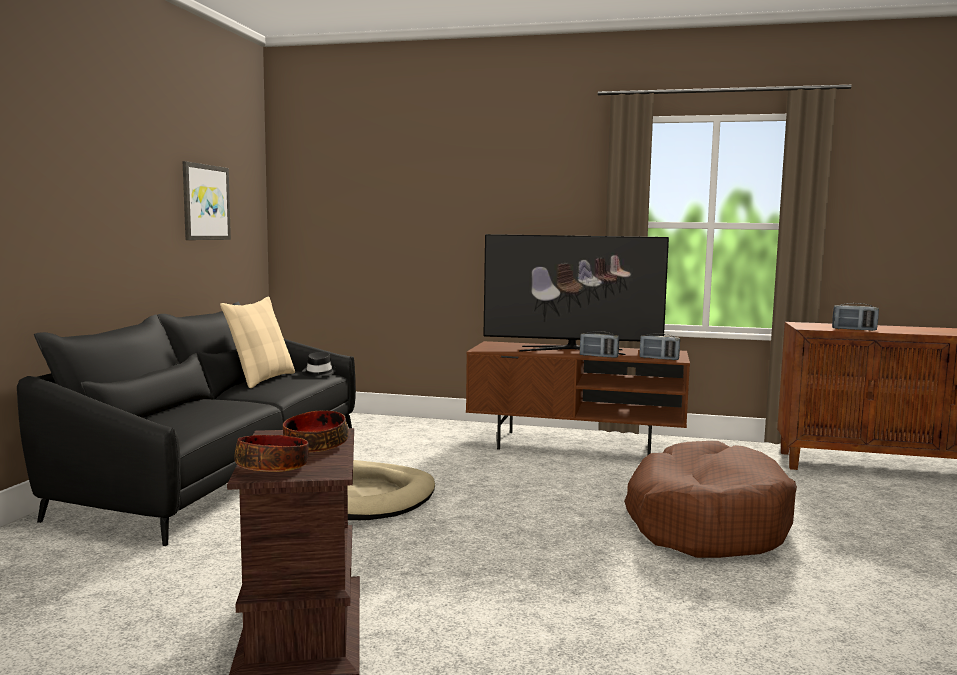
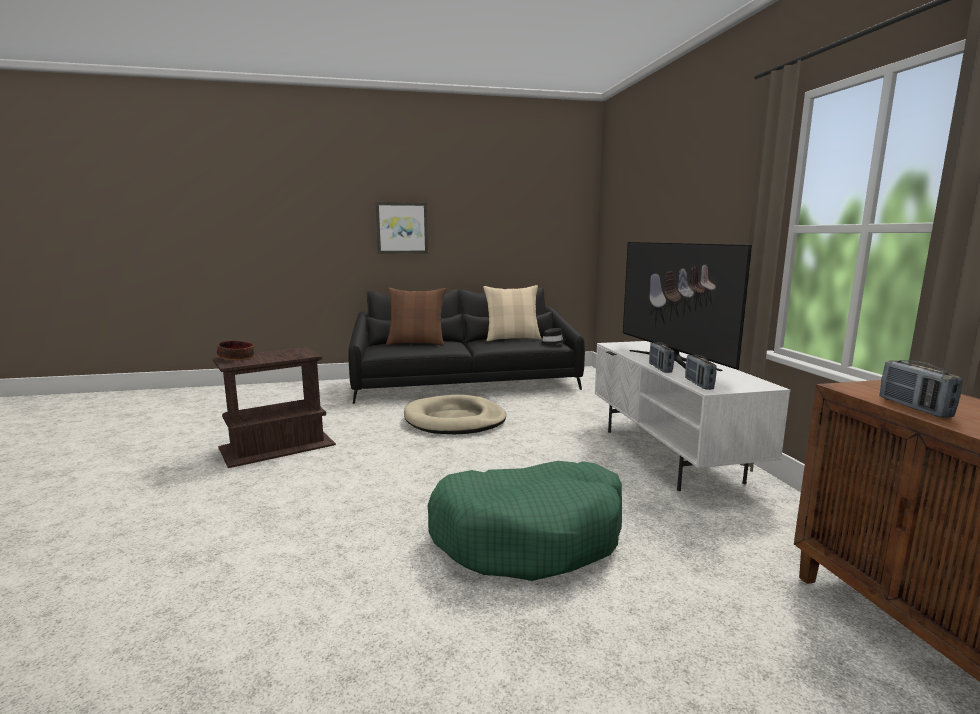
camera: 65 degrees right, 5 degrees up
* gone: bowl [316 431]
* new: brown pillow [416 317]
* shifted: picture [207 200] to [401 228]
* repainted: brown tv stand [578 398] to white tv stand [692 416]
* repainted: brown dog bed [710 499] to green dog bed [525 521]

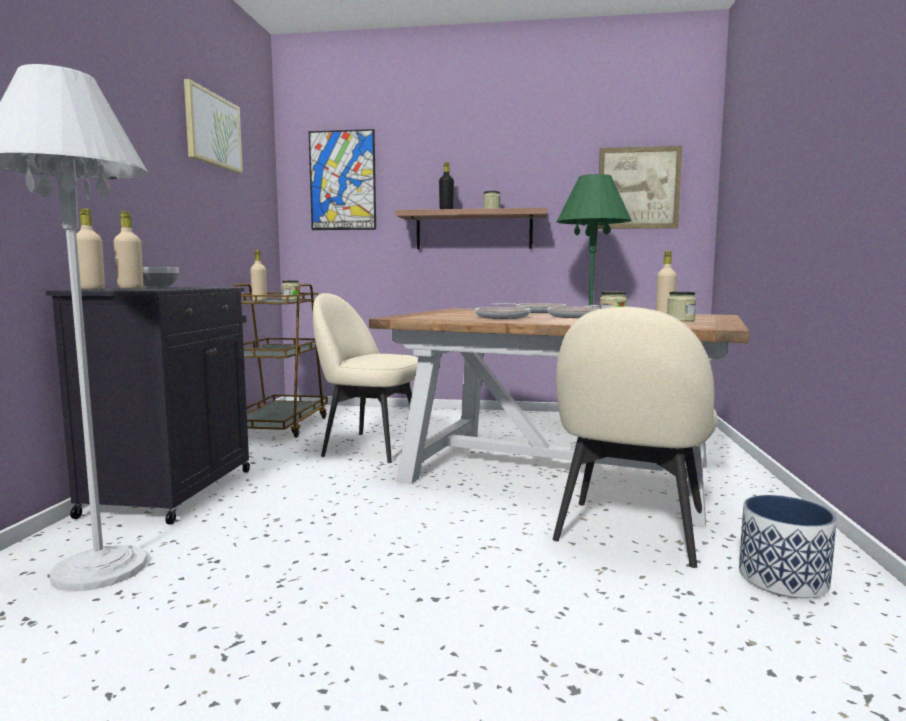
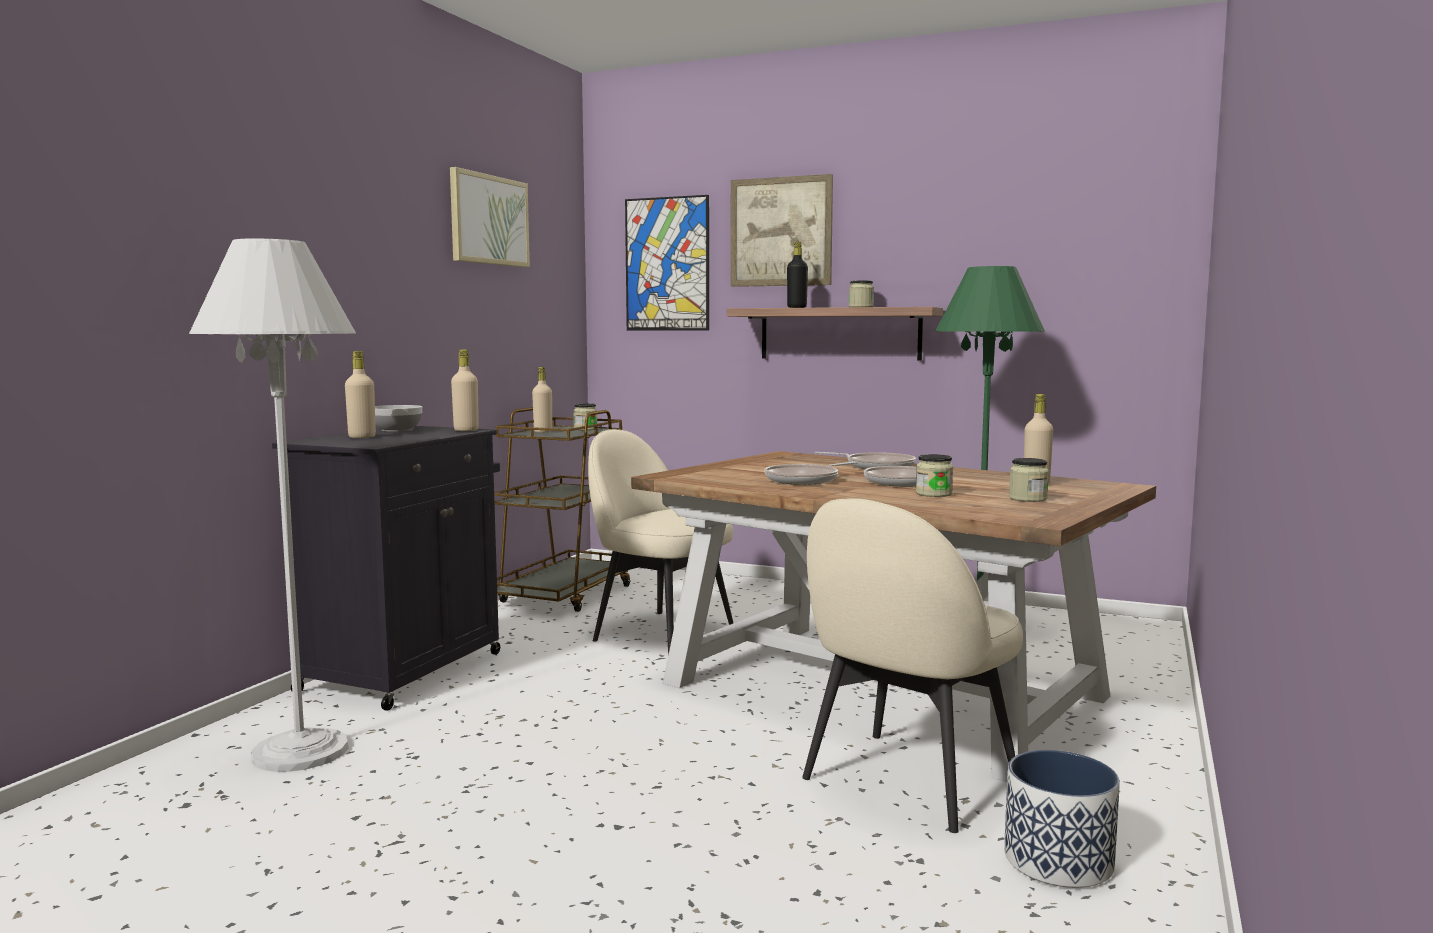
camera: 15 degrees right, 0 degrees up
* shifted: beige bottle [90 248] to [465 390]
* shifted: picture [639 187] to [781 230]

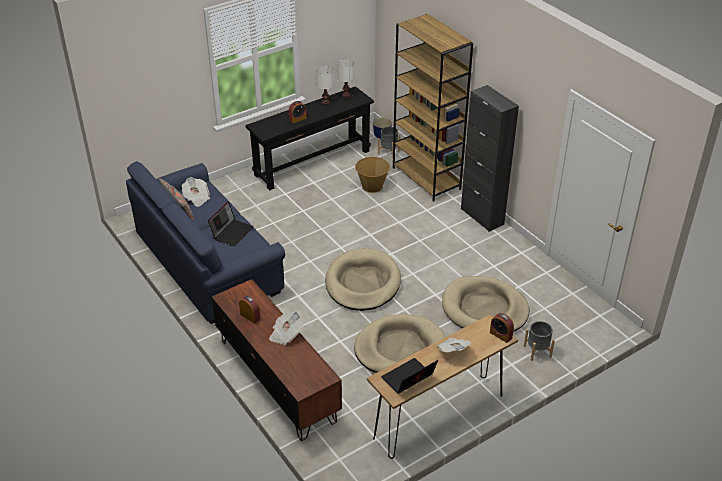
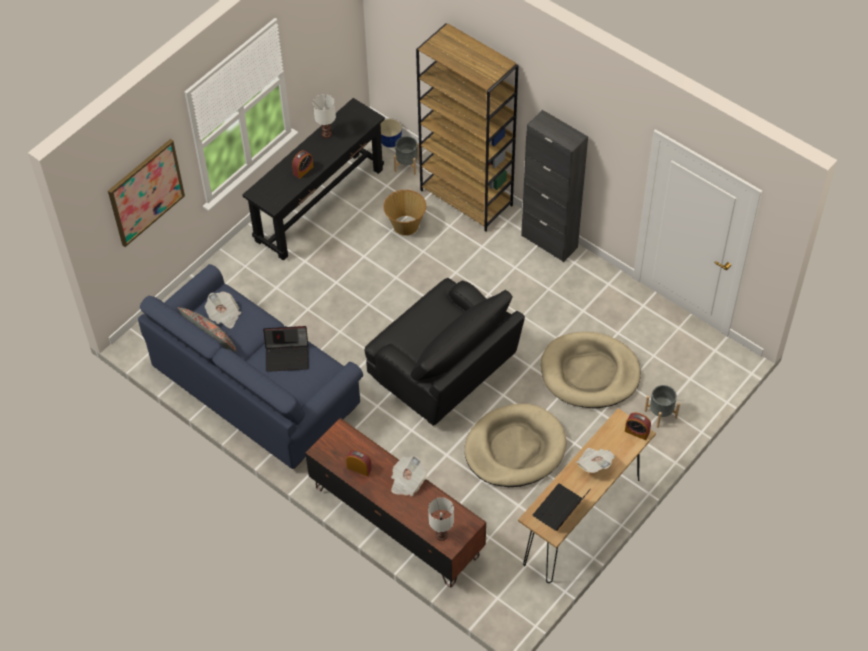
camera: 15 degrees left, 15 degrees up
* new: picture [146 193]
* shifted: white table lamp [345 78] to [441 519]
* swapped: beige dog bed [363 280] to black armchair [445 352]
* rotated: laptop [231 224] = [286 349] 75 degrees clockwise

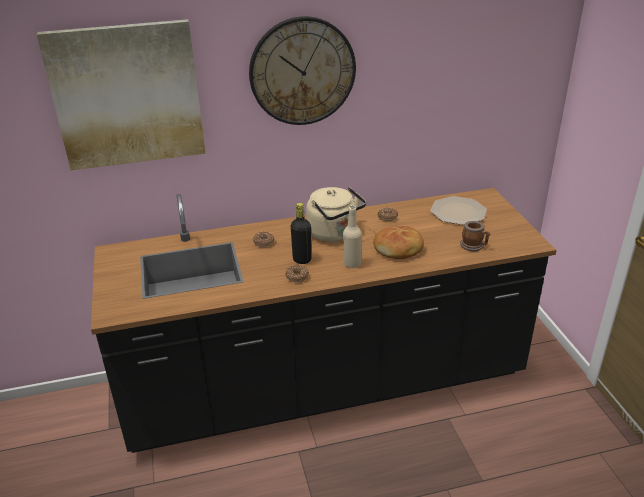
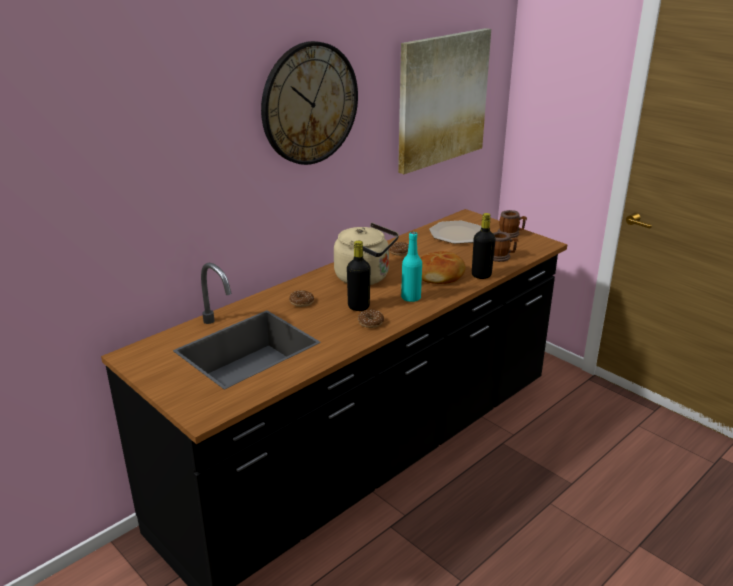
camera: 30 degrees left, 5 degrees down
* new: black bottle [484 246]
* new: mug [512 224]
* shifted: picture [121 94] to [444 101]
* repainted: beige bottle [352 237] to turquoise bottle [411 267]

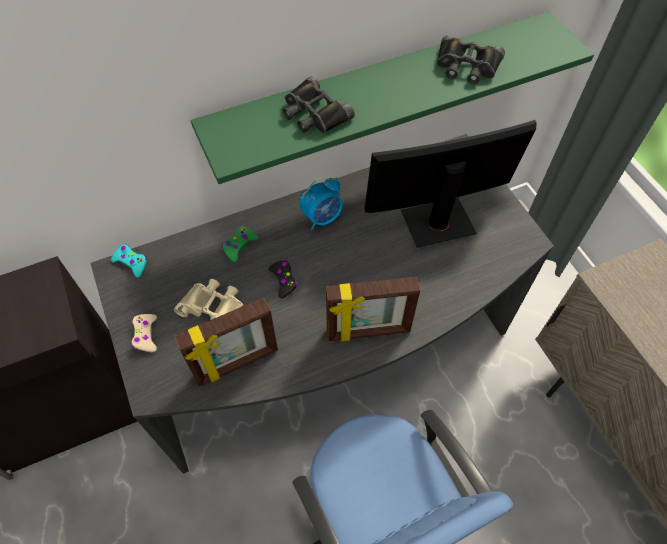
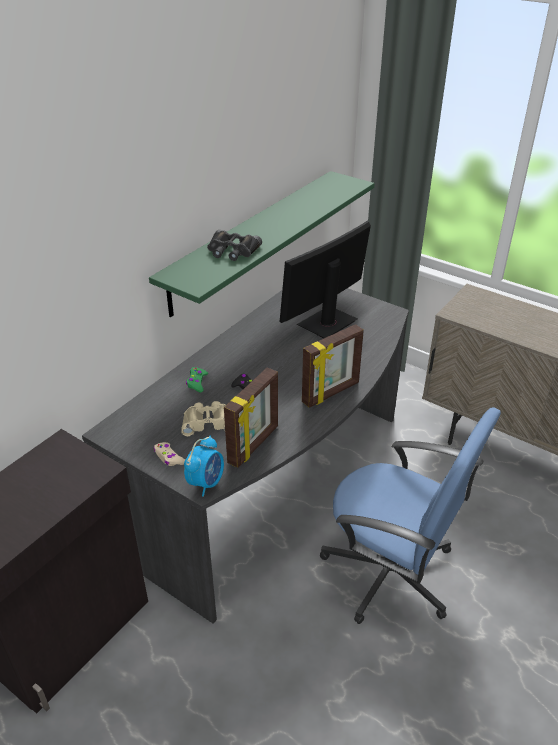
camera: 30 degrees left, 20 degrees down
* gone: turquoise game controller [129 261]
* gone: black binoculars [471 59]
* shifted: alarm clock [321 203] to [204 466]

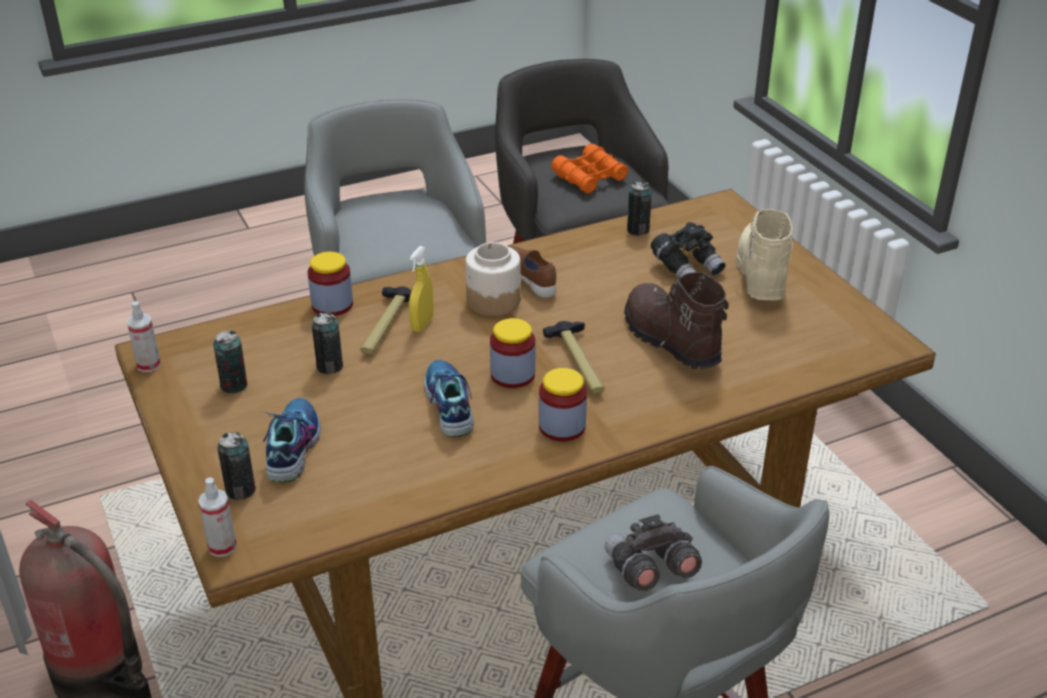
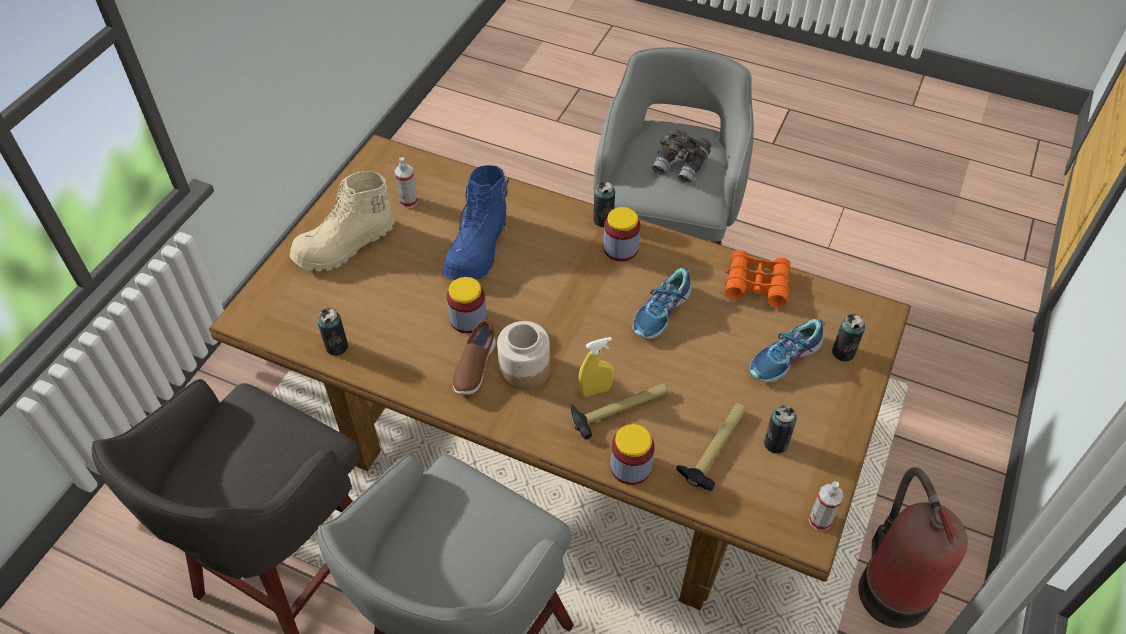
camera: 130 degrees left, 15 degrees up
* gone: black binoculars [688 250]
* shifted: spray bottle [217 517] to [406 182]
* shifted: can [327 343] to [604 204]
* shifted: jar [512 353] to [467 305]
* shifted: hammer [573 357] to [711 447]
* shifted: orange binoculars [589 168] to [759 279]
* repainted: brown boot [676 320] to blue boot [476 222]

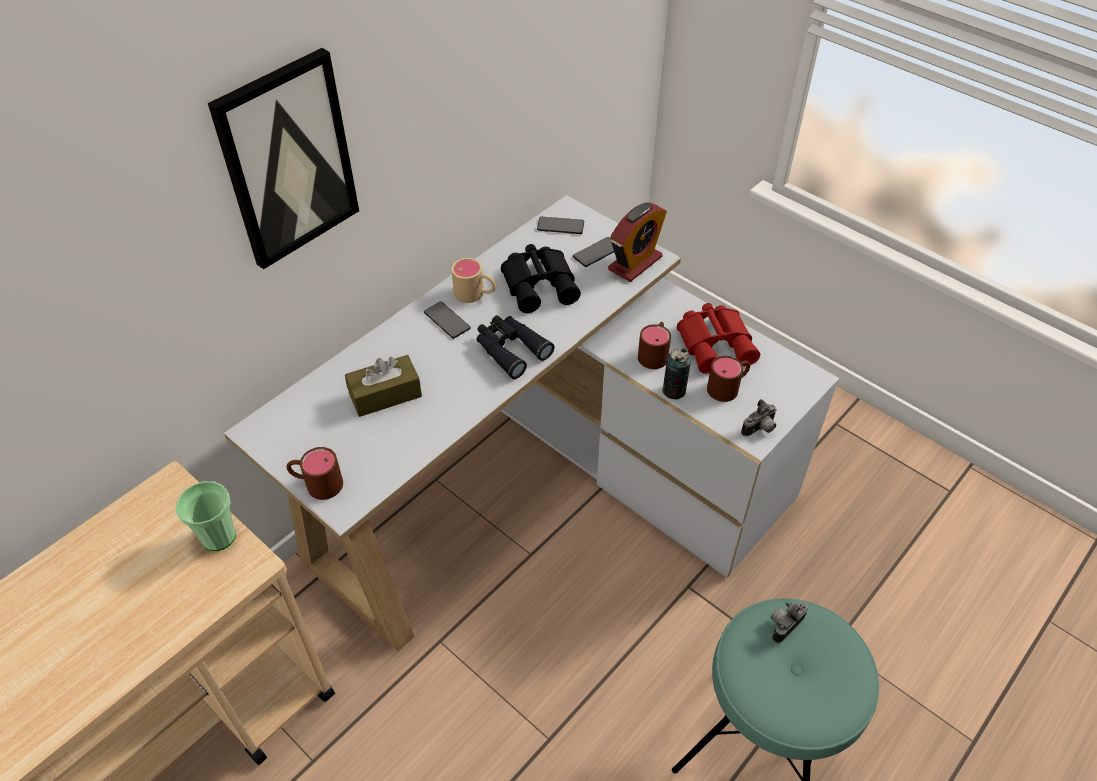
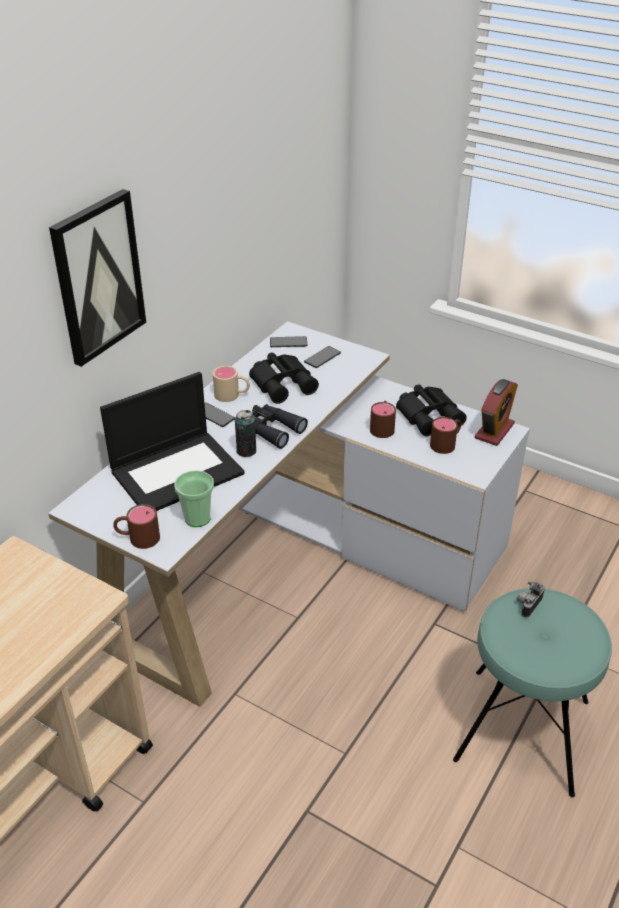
camera: 10 degrees left, 10 degrees down
* gone: photo camera [759 418]
* shifted: cup [205 516] to [194 498]
* shifted: alarm clock [637 242] to [496 412]
* shifted: can [676 373] to [245 433]
* swapped: brown tissue box [383 386] to laptop [172 441]
* repainted: red binoculars [718 338] to black binoculars [431 410]

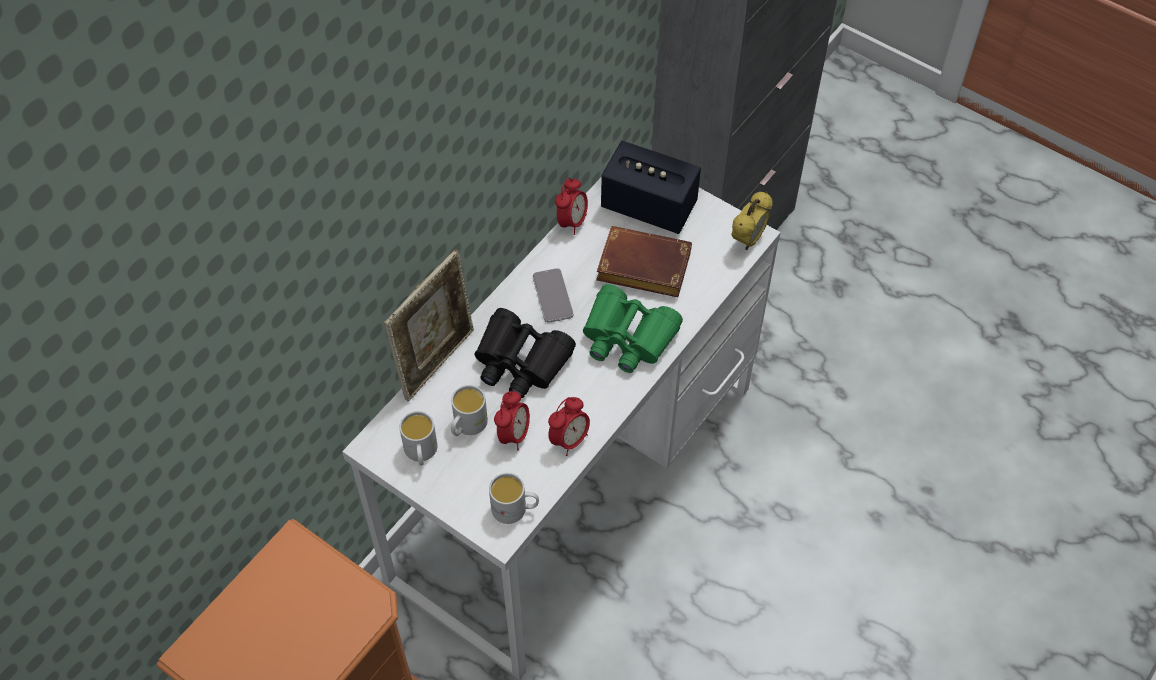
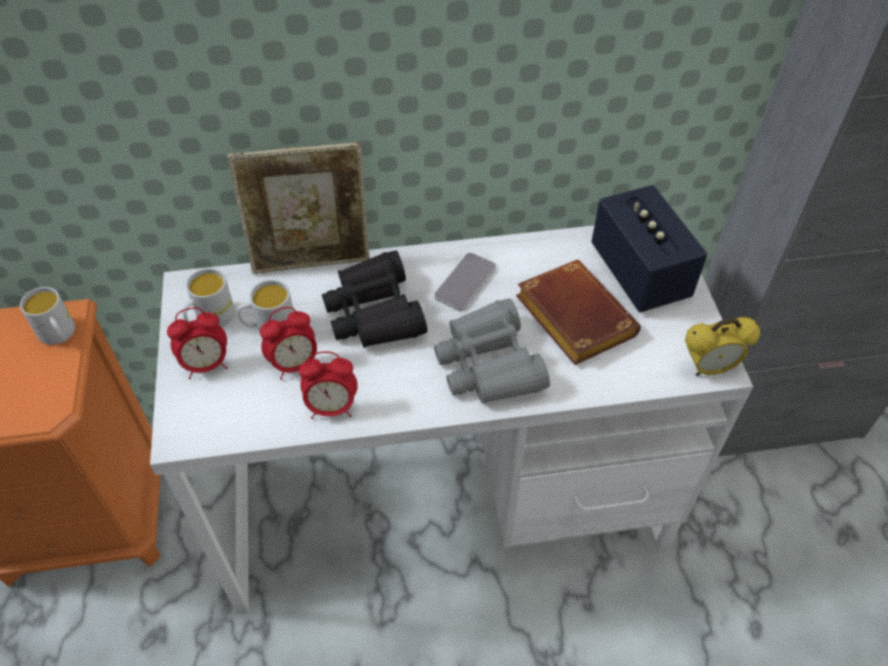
camera: 45 degrees right, 5 degrees down
* shifted: white mug [514 498] to [47 316]
* shifted: alarm clock [571 206] to [197 343]
* repainted: green binoculars [633 328] to grey binoculars [492 351]

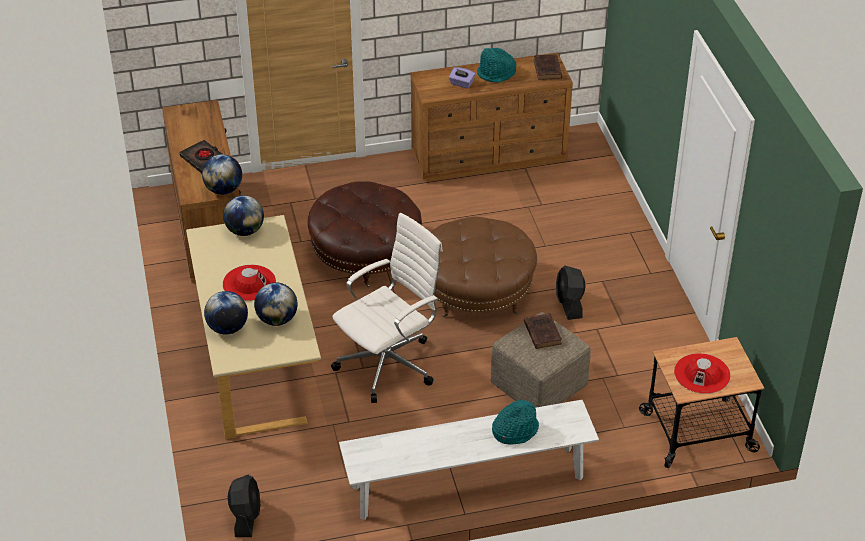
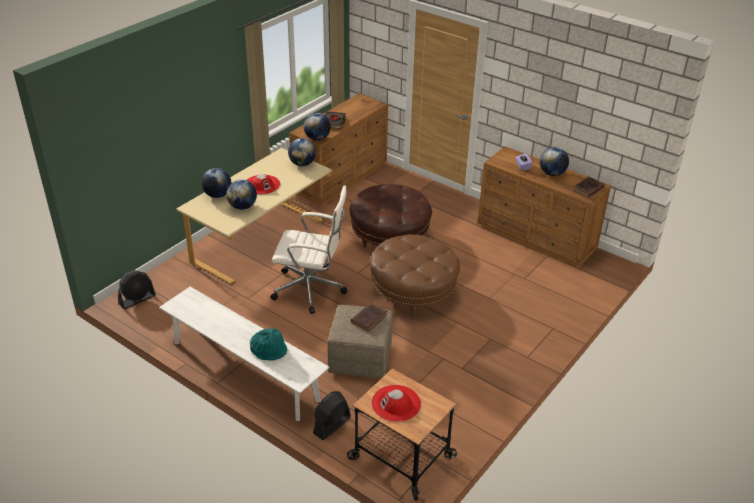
camera: 50 degrees right, 5 degrees down
* shifted: black fan [570 293] to [332 415]
* swapped: turquoise hat [496 65] to globe [554 161]

